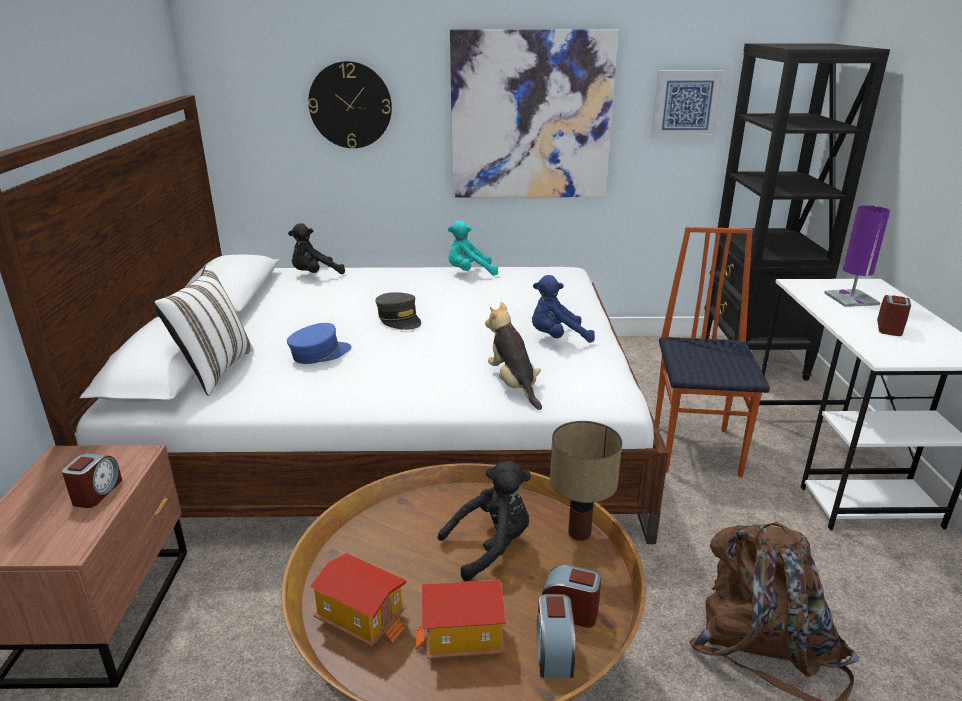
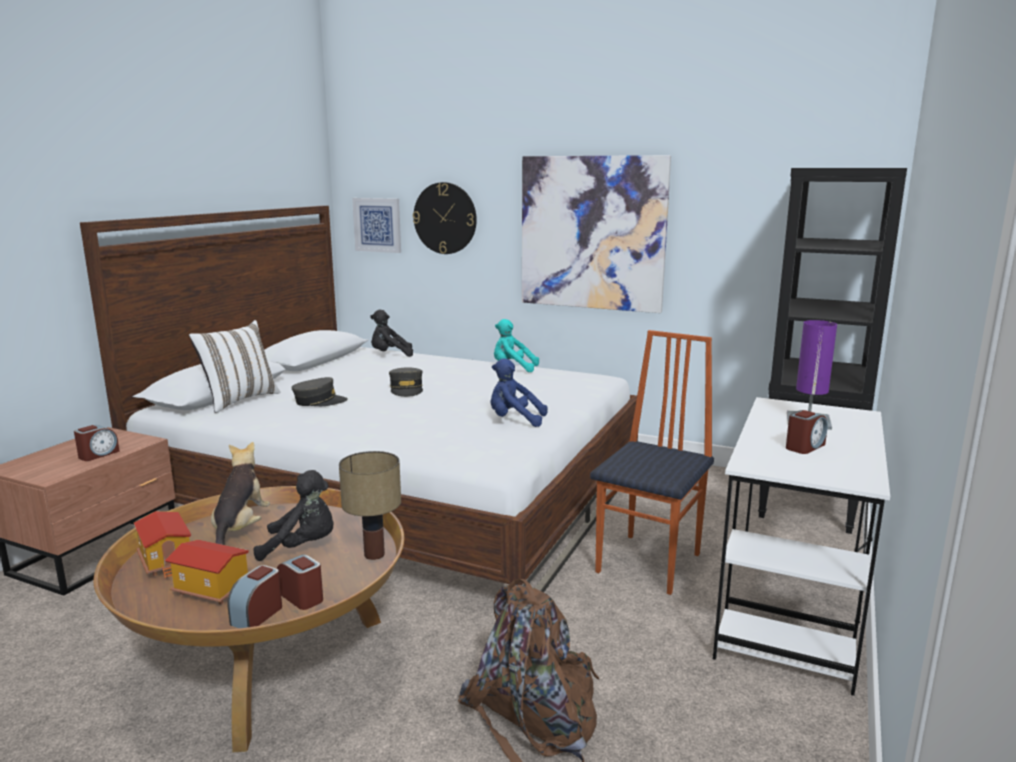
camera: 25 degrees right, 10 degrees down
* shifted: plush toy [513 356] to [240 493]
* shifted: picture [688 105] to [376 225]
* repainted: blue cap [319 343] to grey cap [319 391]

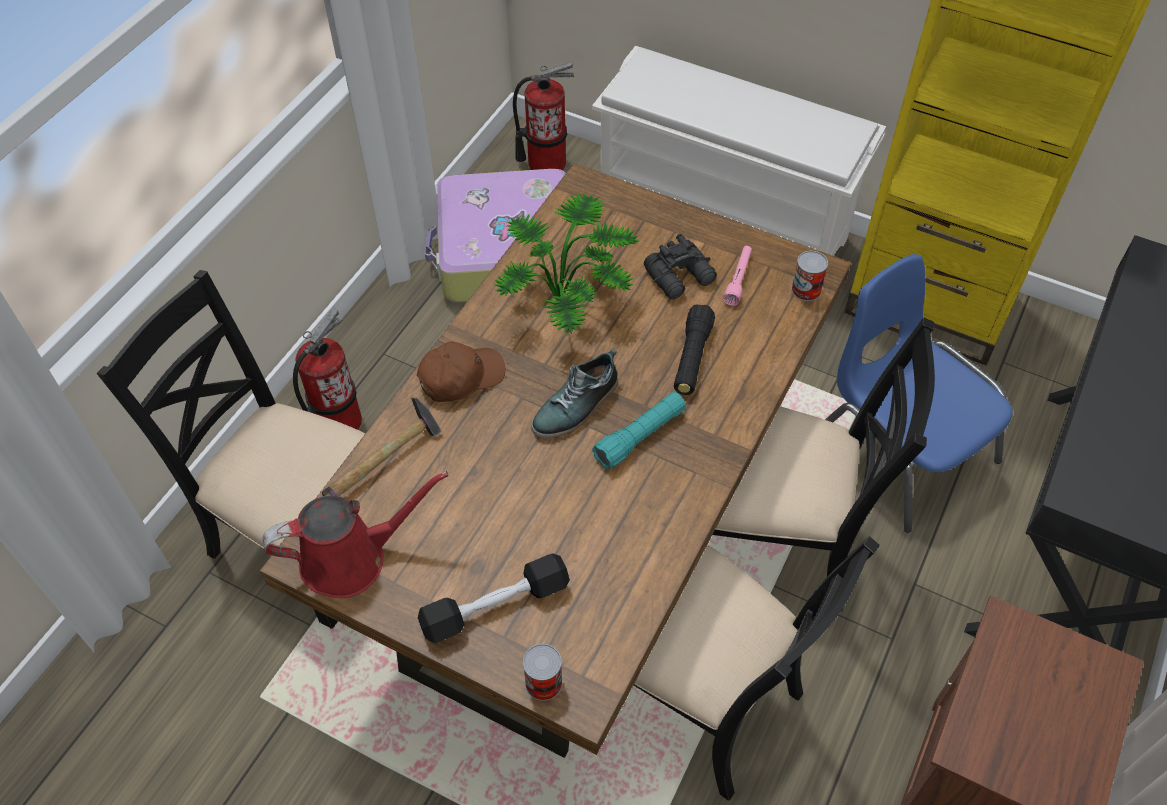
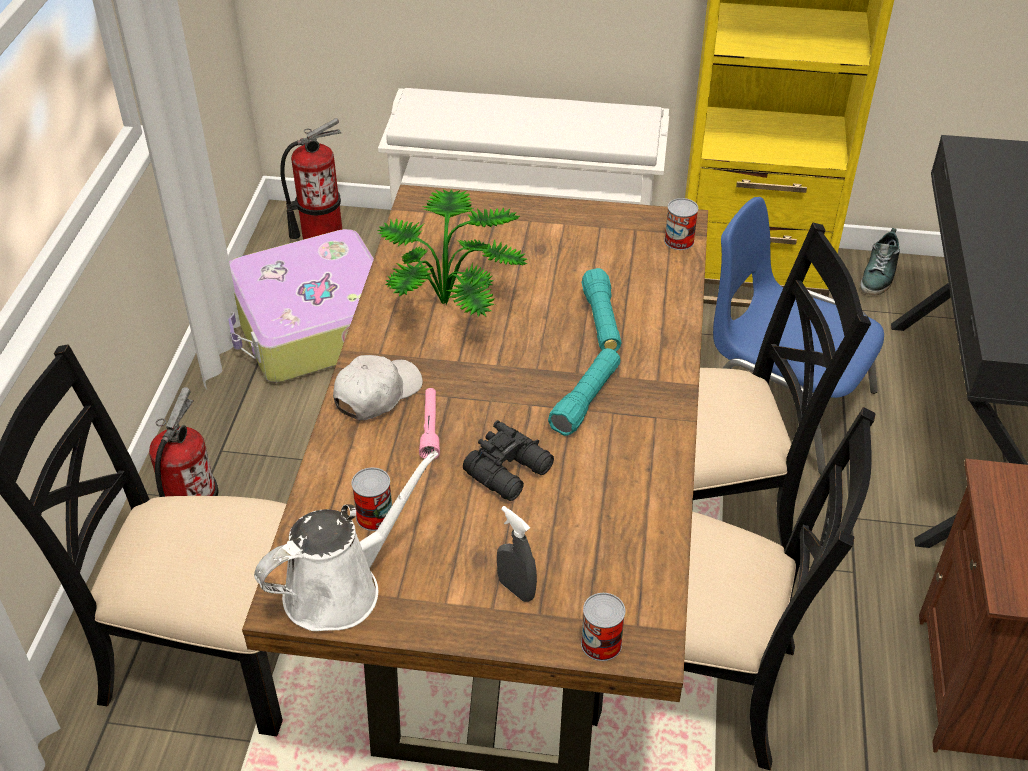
camera: 20 degrees left, 10 degrees down
* gone: hammer [381 446]
* new: can [371 499]
* shifted: shoe [574 393] to [880 261]
* shifted: black binoculars [680 266] to [508 460]
* shifted: pink flashlight [737 276] to [429 423]
* swapped: black dumbbell [494 598] to grey spray bottle [517 554]
* repainted: red watering can [355 534] to white watering can [346 540]
* repainted: brown cap [461 371] to white cap [378 387]
* repainted: black flashlight [694 350] to turquoise flashlight [602 309]

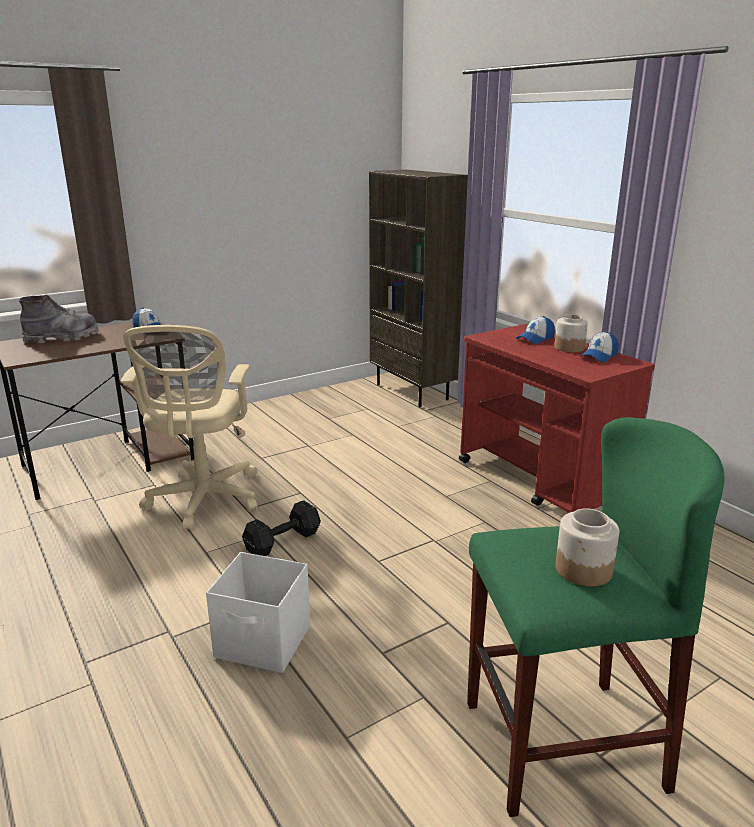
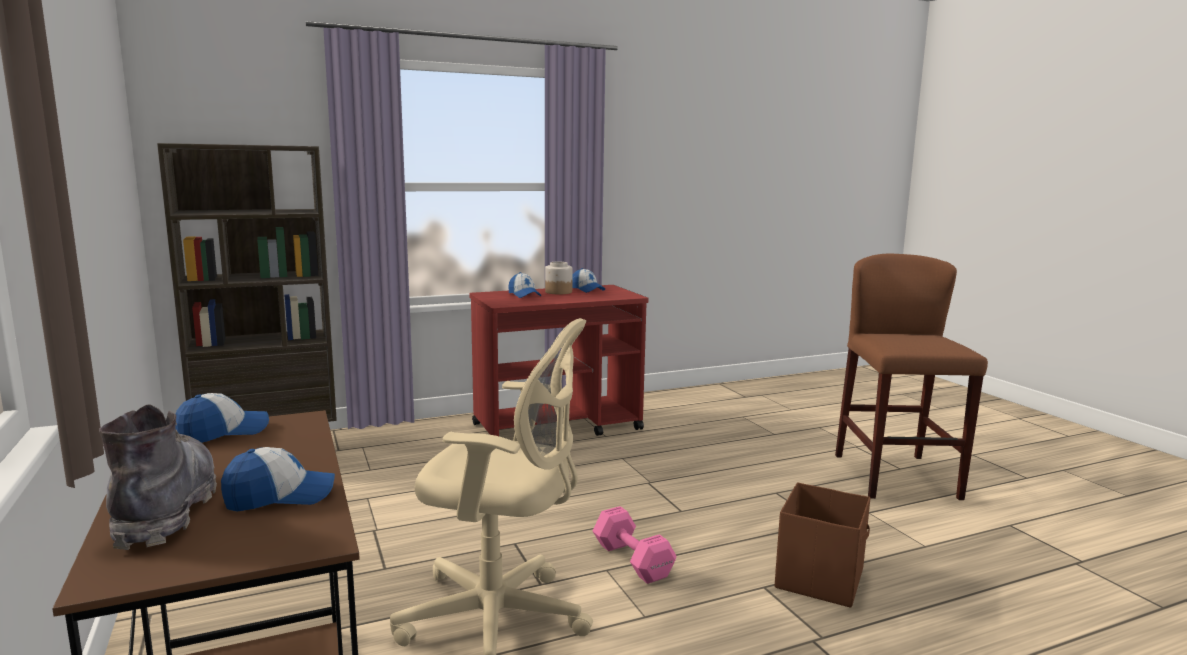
camera: 80 degrees left, 10 degrees down
* gone: jar [587 547]
* new: cap [278 479]
* repainted: white storage box [258 612] to brown storage box [823 545]
* repainted: black dumbbell [281 528] to pink dumbbell [634 545]
* repainted: green stool [595 617] to brown stool [911 377]

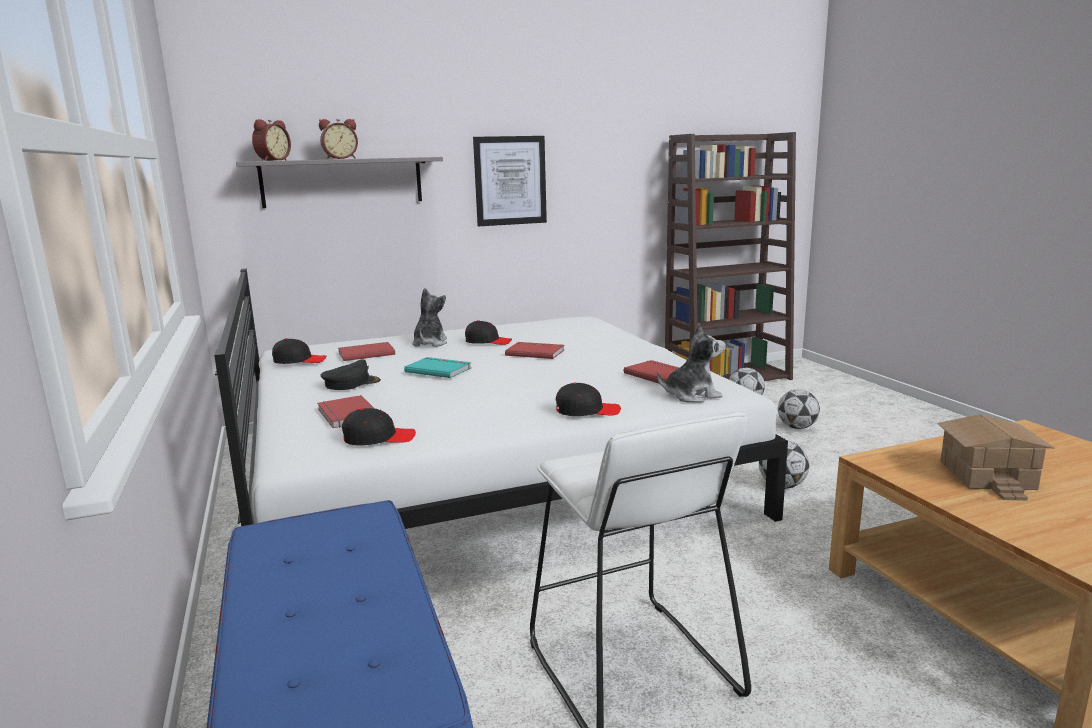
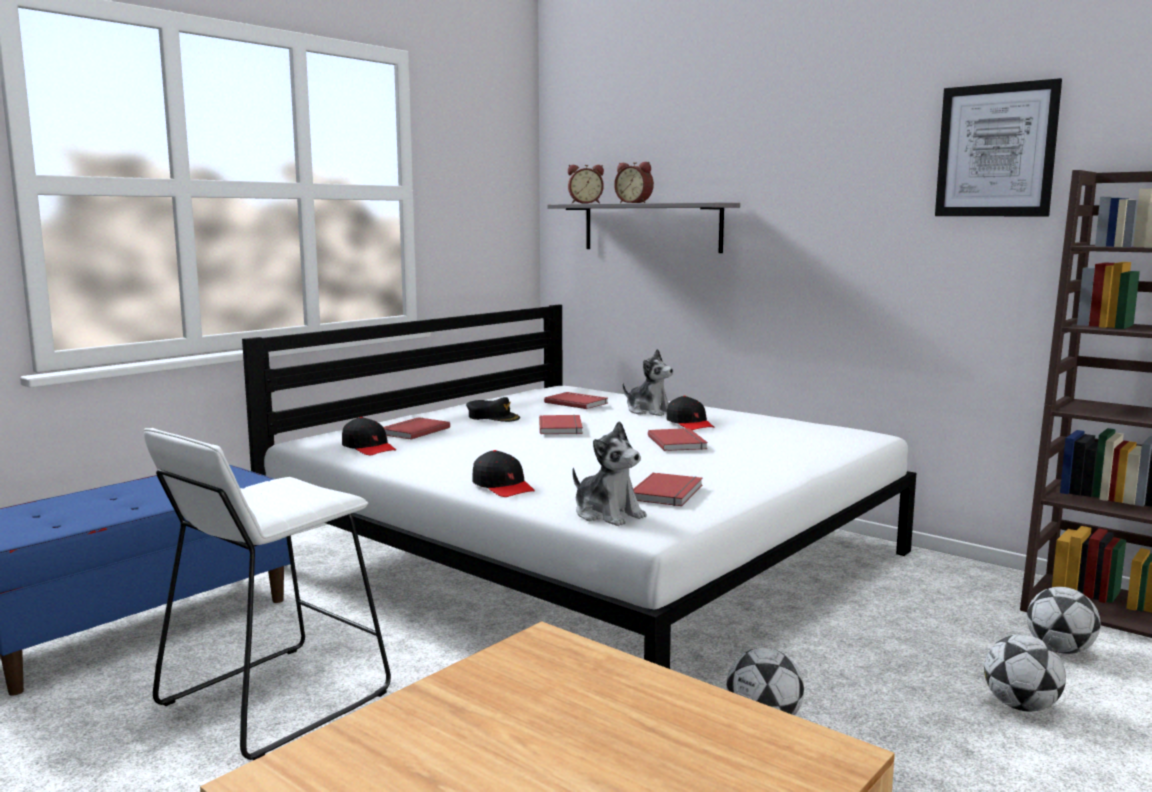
camera: 60 degrees right, 5 degrees down
* gone: black cap [299 351]
* gone: toy house [996 457]
* shifted: picture [510 181] to [998 147]
* repainted: turquoise book [438 367] to red book [561 424]
* rotated: plush toy [429 317] = [648 382] 60 degrees clockwise

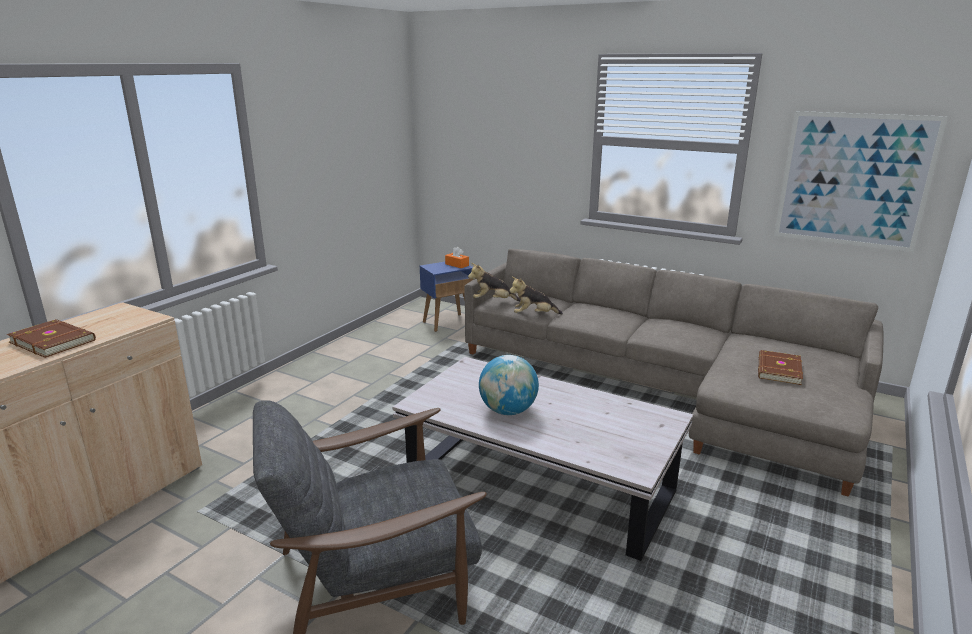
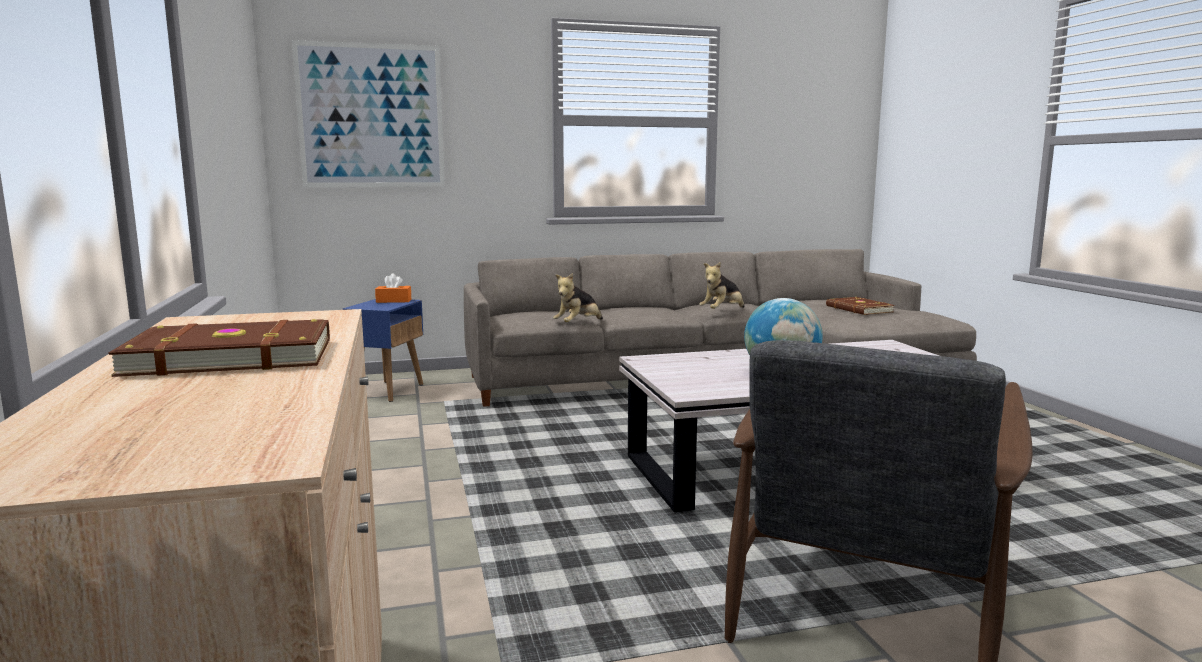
camera: 45 degrees left, 10 degrees down
* shifted: plush toy [494 282] to [722 285]
* shifted: picture [861 181] to [368 113]

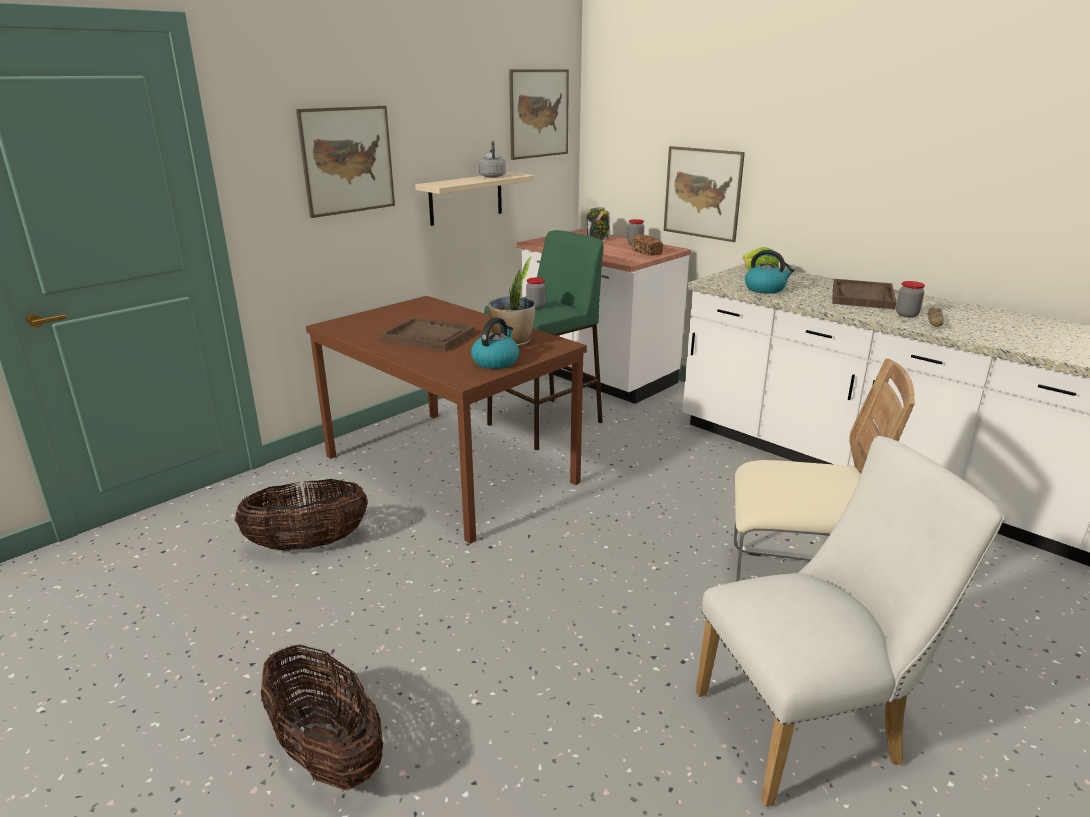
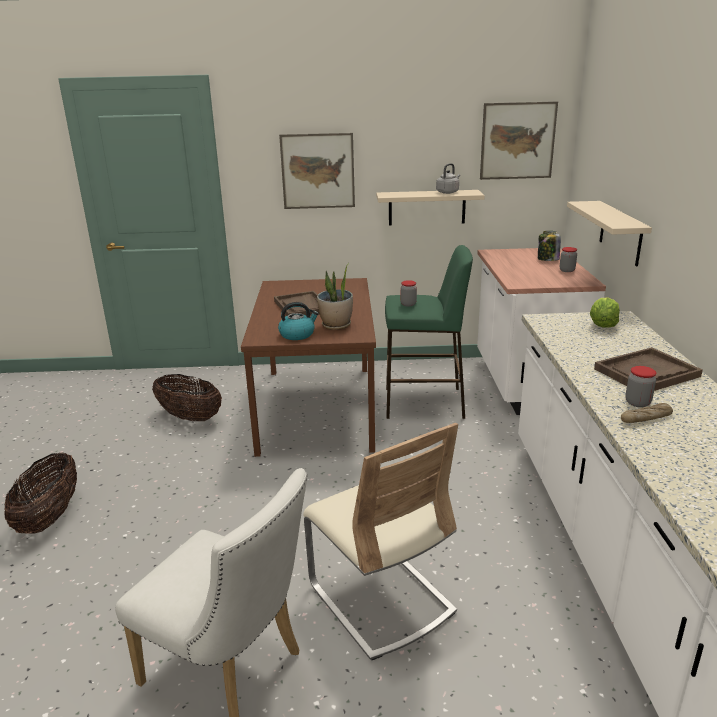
camera: 45 degrees right, 0 degrees up
* gone: bread [647 245]
* gone: kettle [770 271]
* swapped: picture [704 194] to beige shelf [609 233]

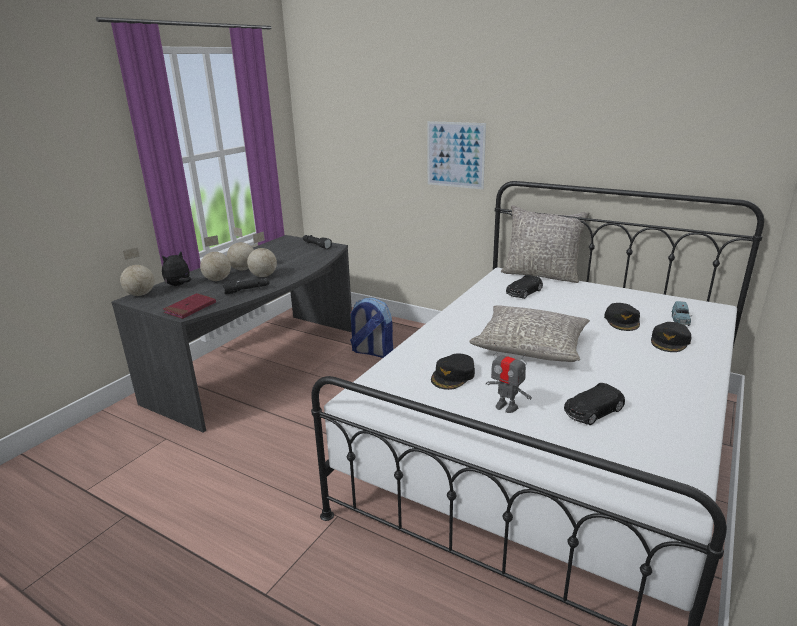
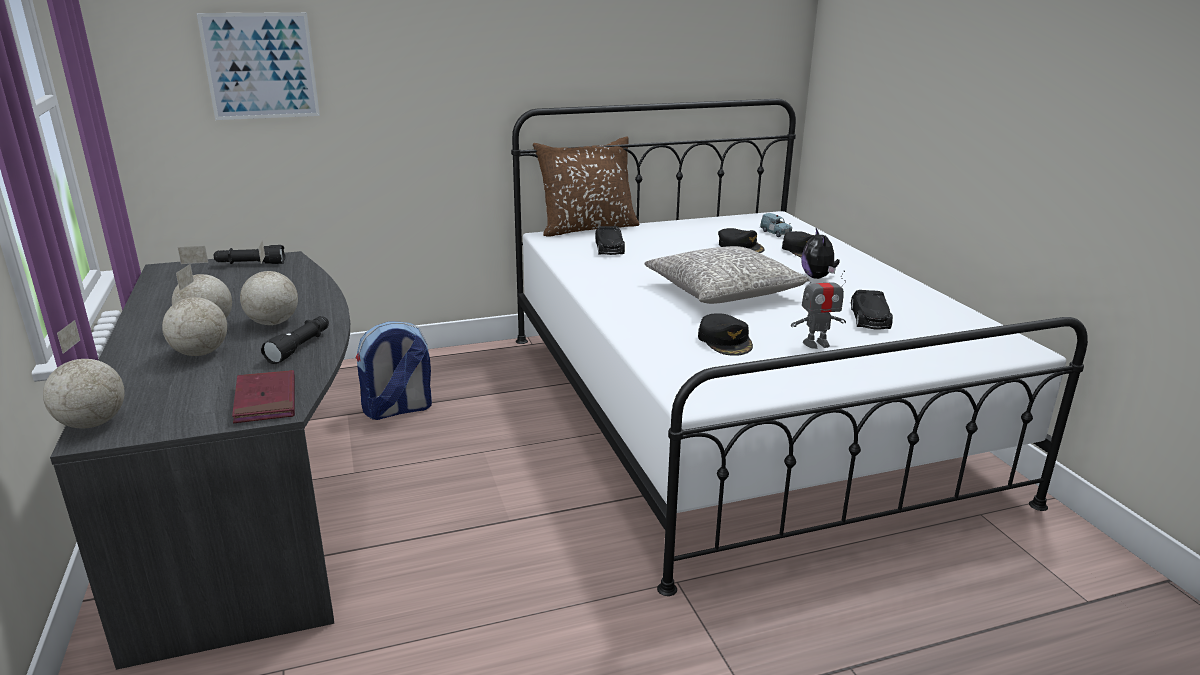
camera: 50 degrees left, 0 degrees up
* shifted: plush toy [177 269] to [820 253]
* shifted: picture [456 155] to [258 66]
* repainted: grey pillow [545 244] to brown pillow [586 186]

